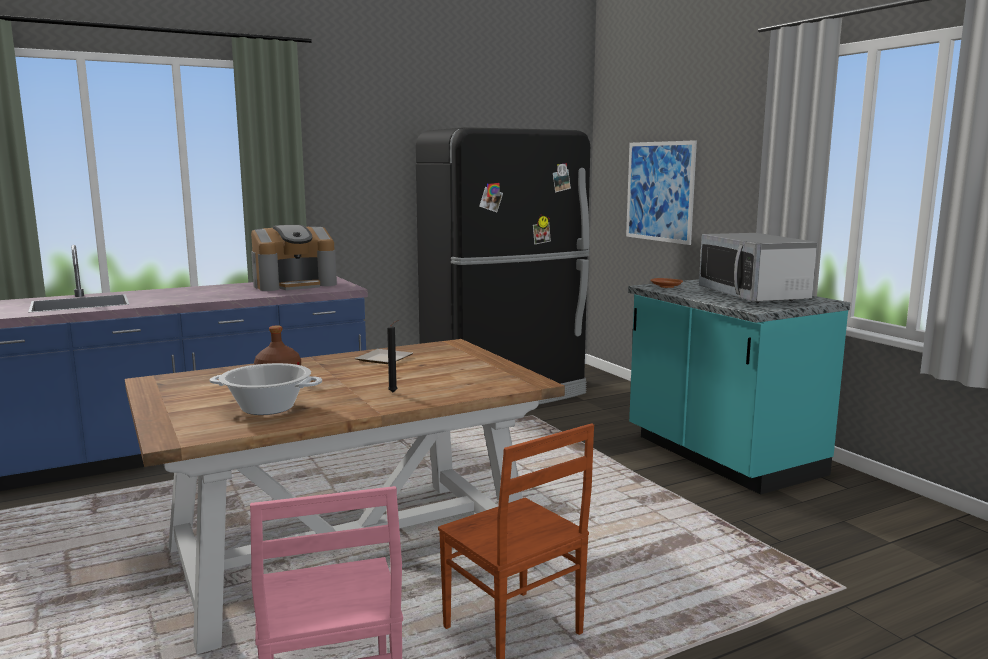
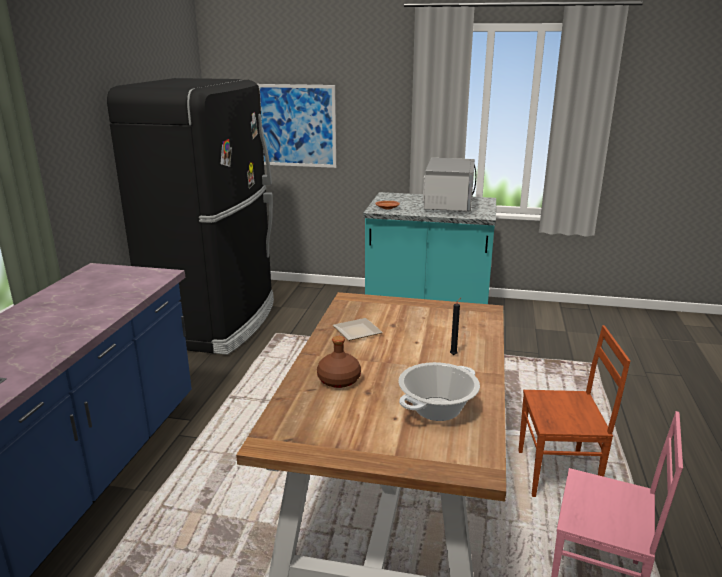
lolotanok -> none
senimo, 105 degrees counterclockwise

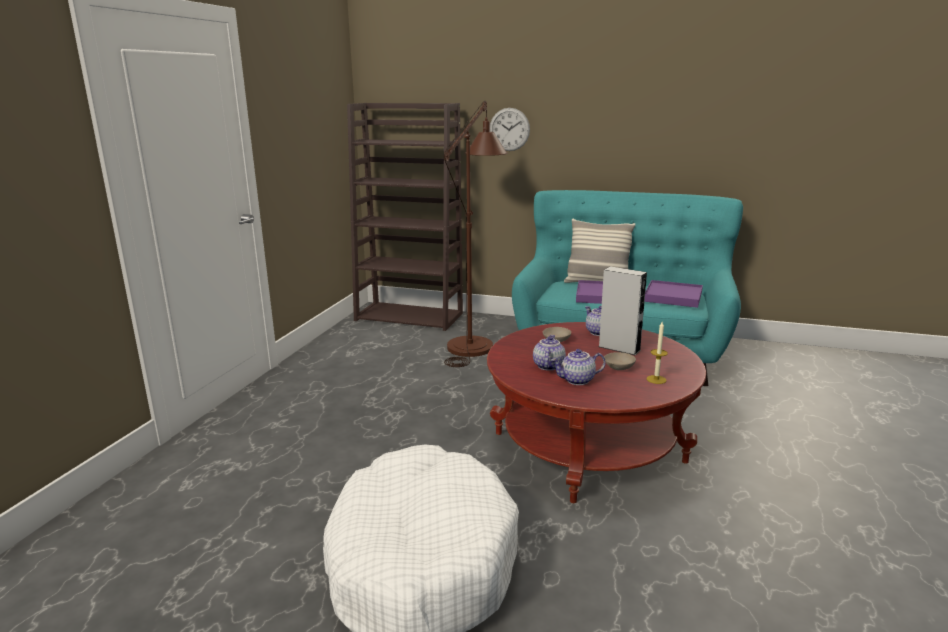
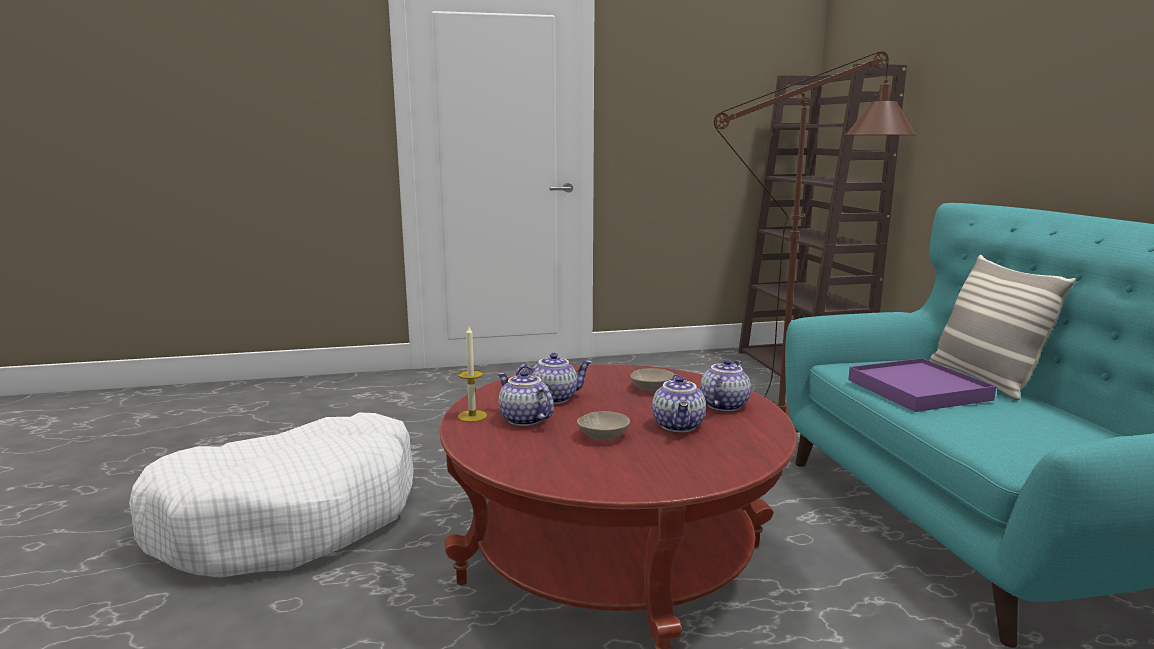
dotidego -> none
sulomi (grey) -> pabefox (no. 3 from left)
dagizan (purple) (no. 2 from left) -> none
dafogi, relocated

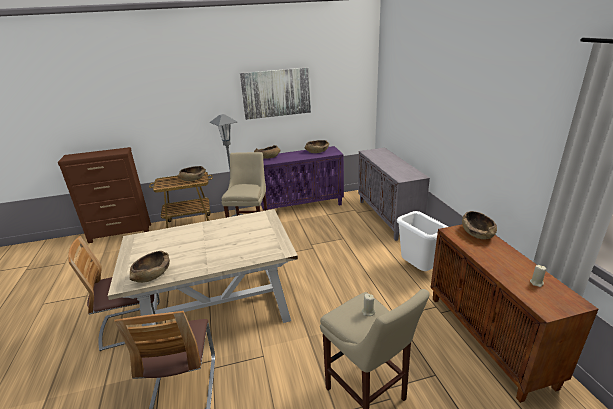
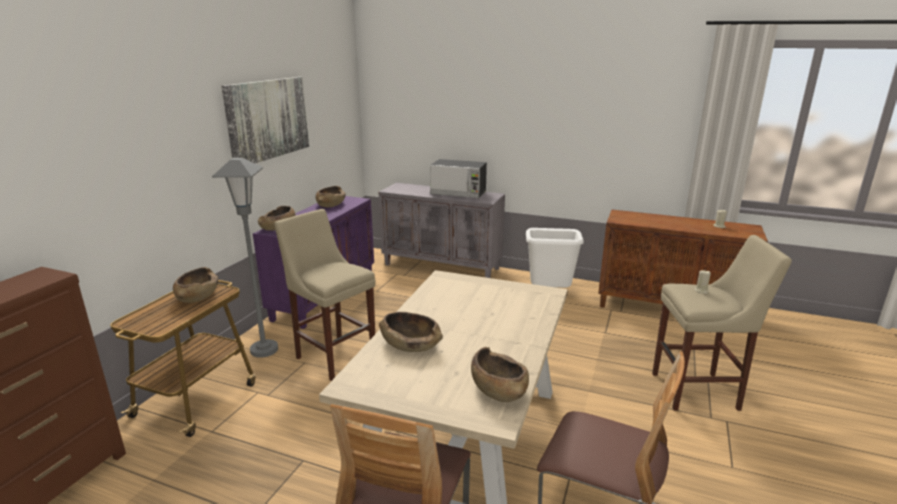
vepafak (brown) (no. 5 from left in the first image) -> vepafak (brown) (no. 4 from left), relocated
none -> senimo

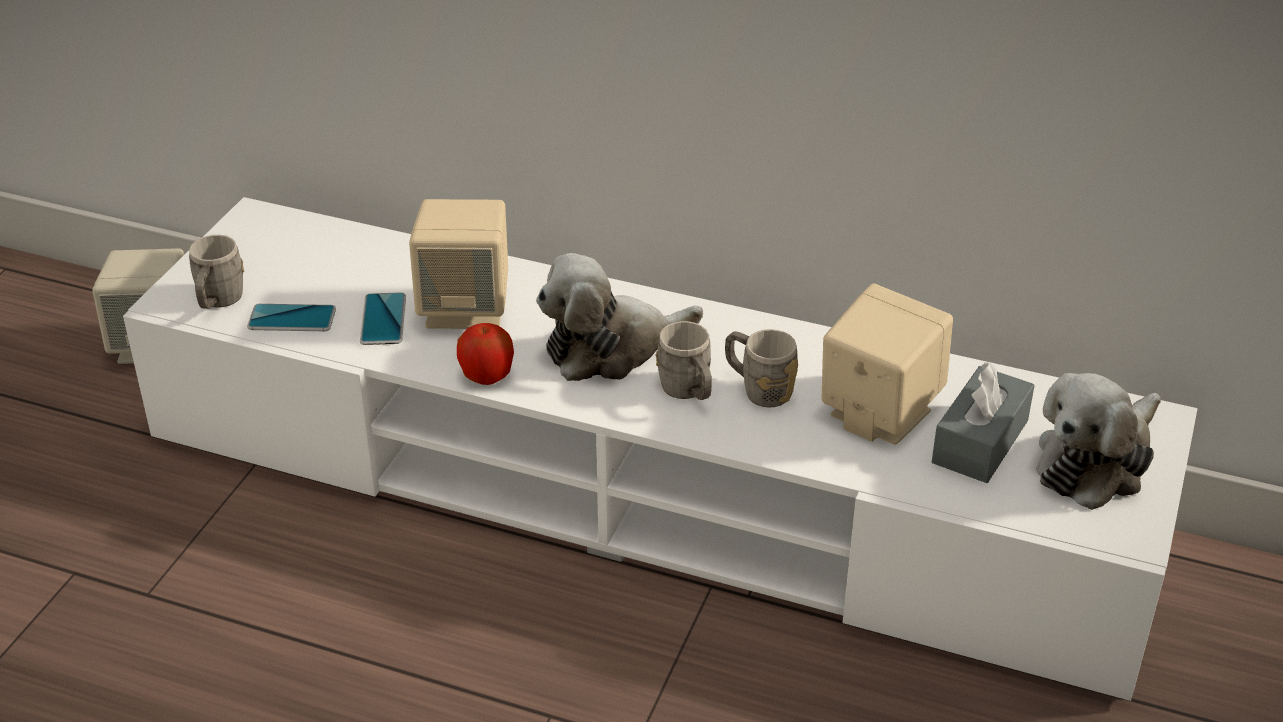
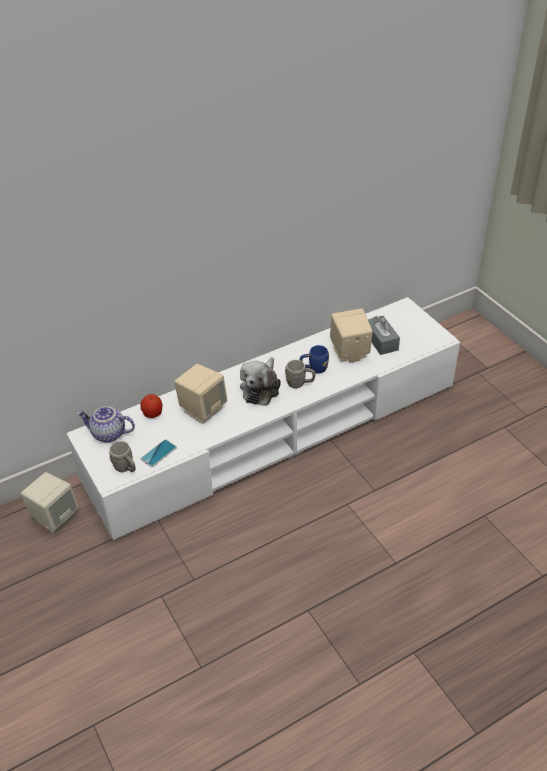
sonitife (no. 2 from left) -> none
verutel, relocated
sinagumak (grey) (no. 3 from left) -> sinagumak (blue)
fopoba (no. 2 from left) -> none
none -> pabefox

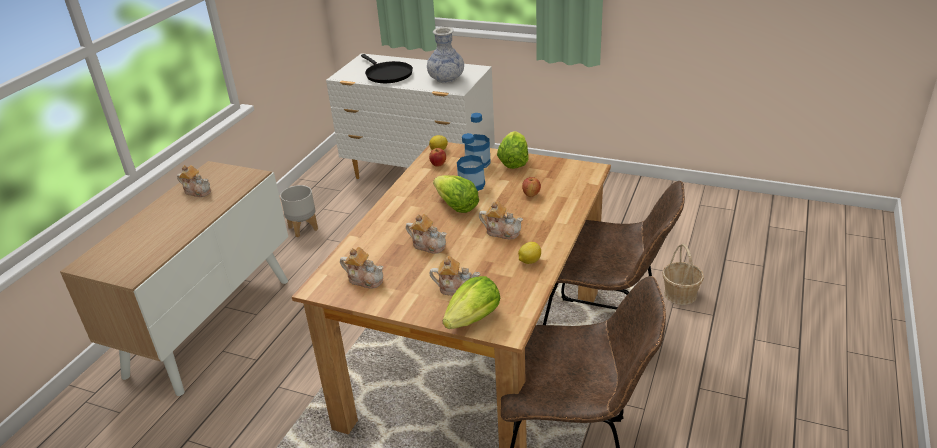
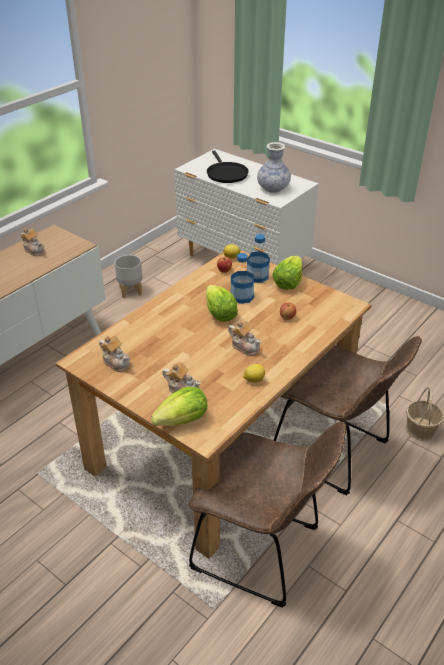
pabefox (no. 3 from left) -> none

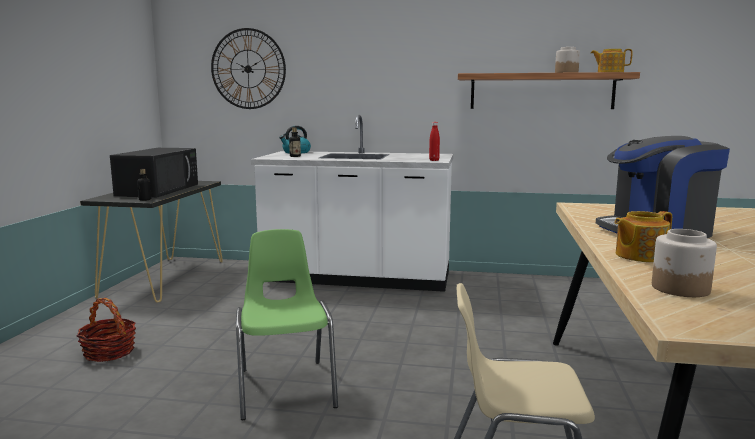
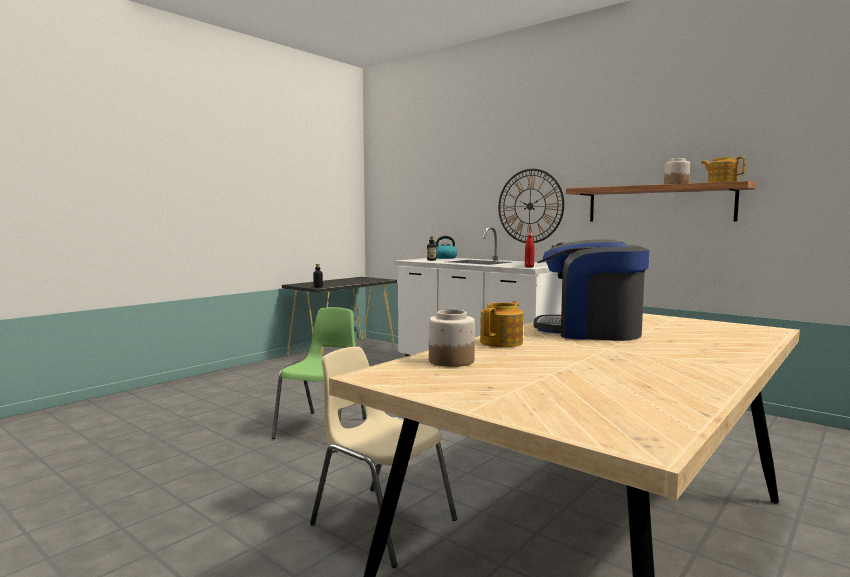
dotidego, relocated
senimo (black) -> none
pabefox (no. 2 from left in the first image) -> pabefox (no. 1 from left), 120 degrees clockwise
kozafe -> none

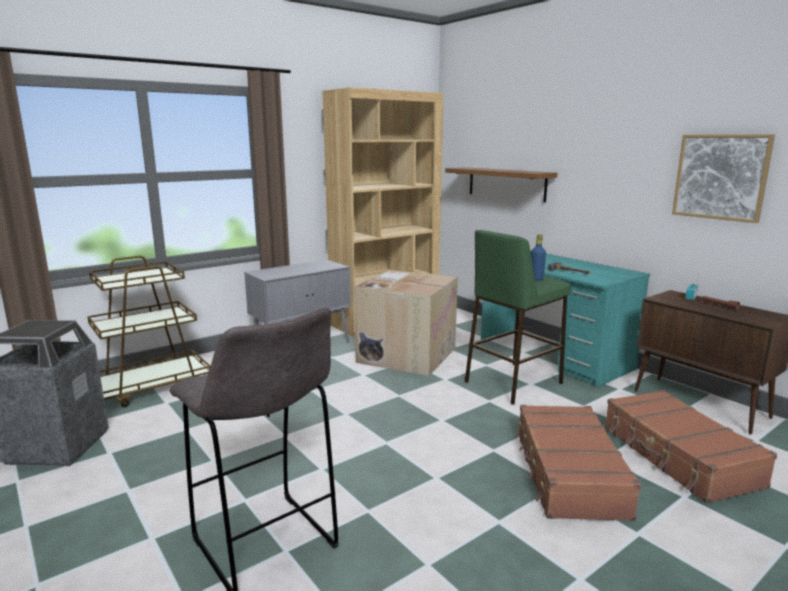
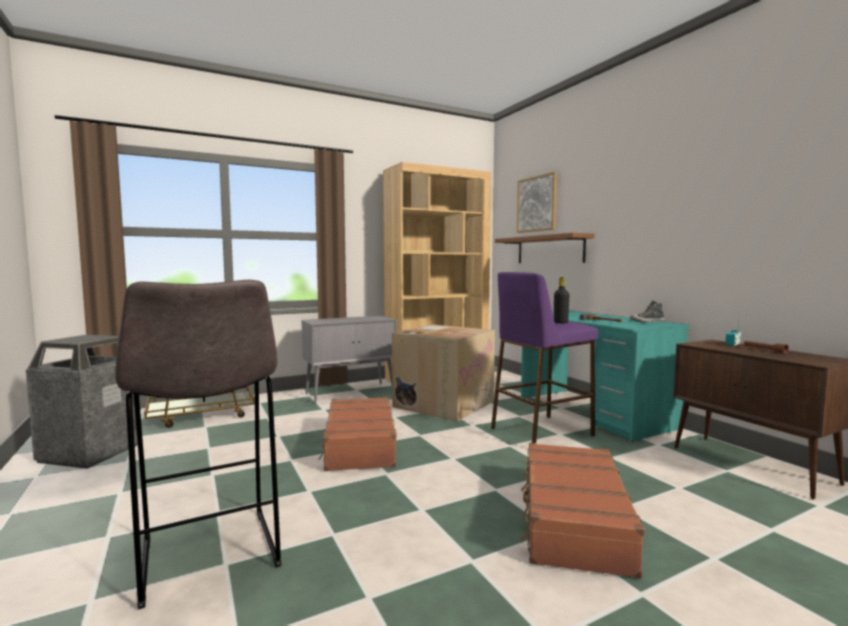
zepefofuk, relocated
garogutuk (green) -> garogutuk (purple)
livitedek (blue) -> livitedek (black)
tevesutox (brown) (no. 2 from left in the first image) -> tevesutox (brown) (no. 1 from left), relocated
none -> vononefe

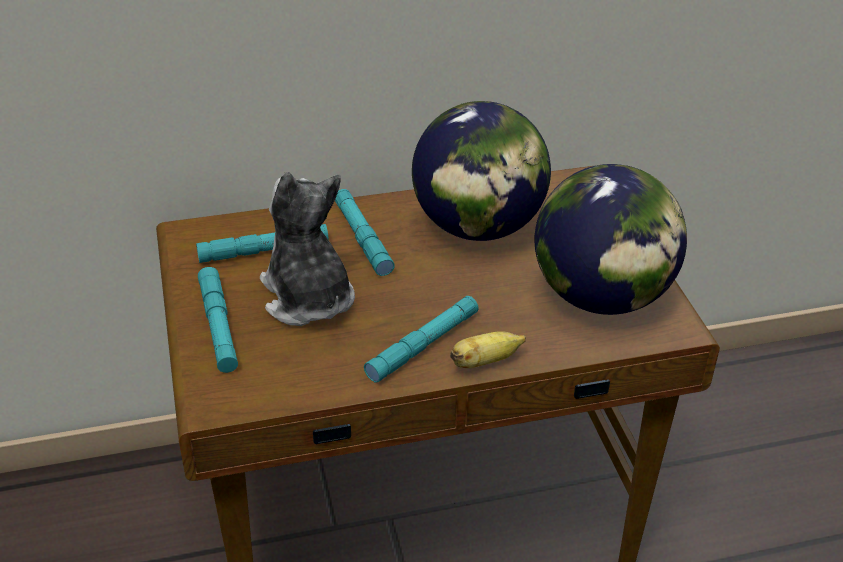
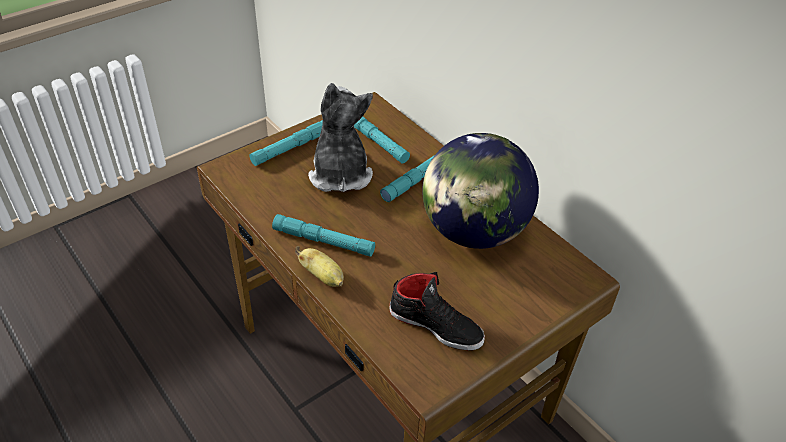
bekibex (no. 2 from left) -> vononefe (black)
fopoba, 45 degrees counterclockwise

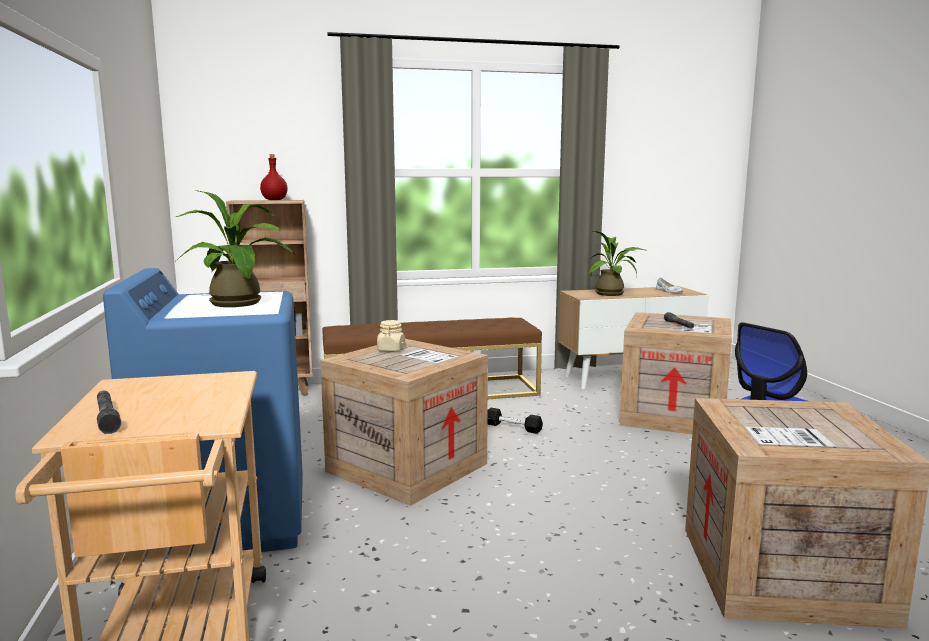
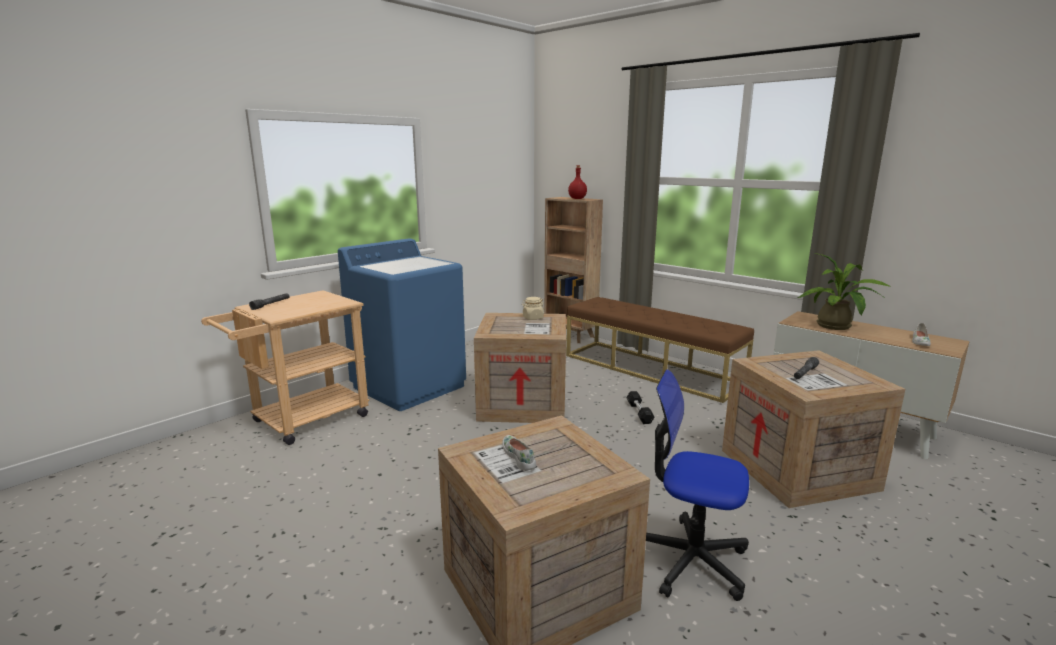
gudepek (no. 1 from left) -> none
none -> vononefe (white) (no. 1 from left)

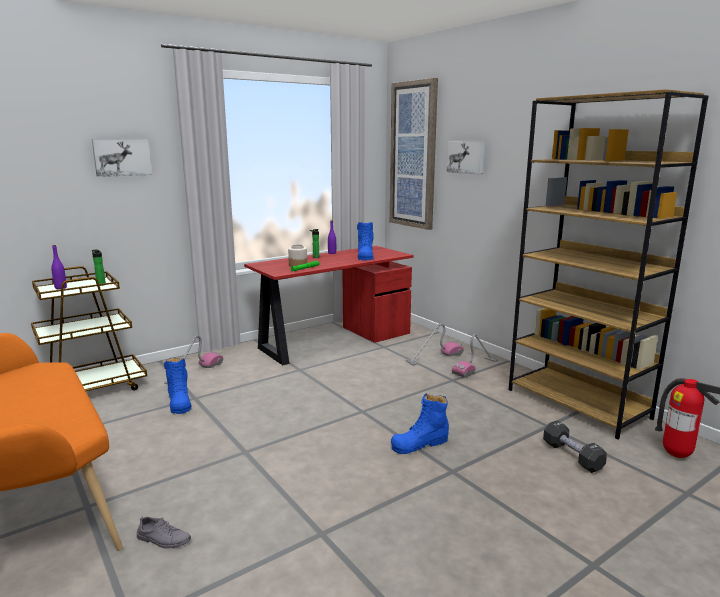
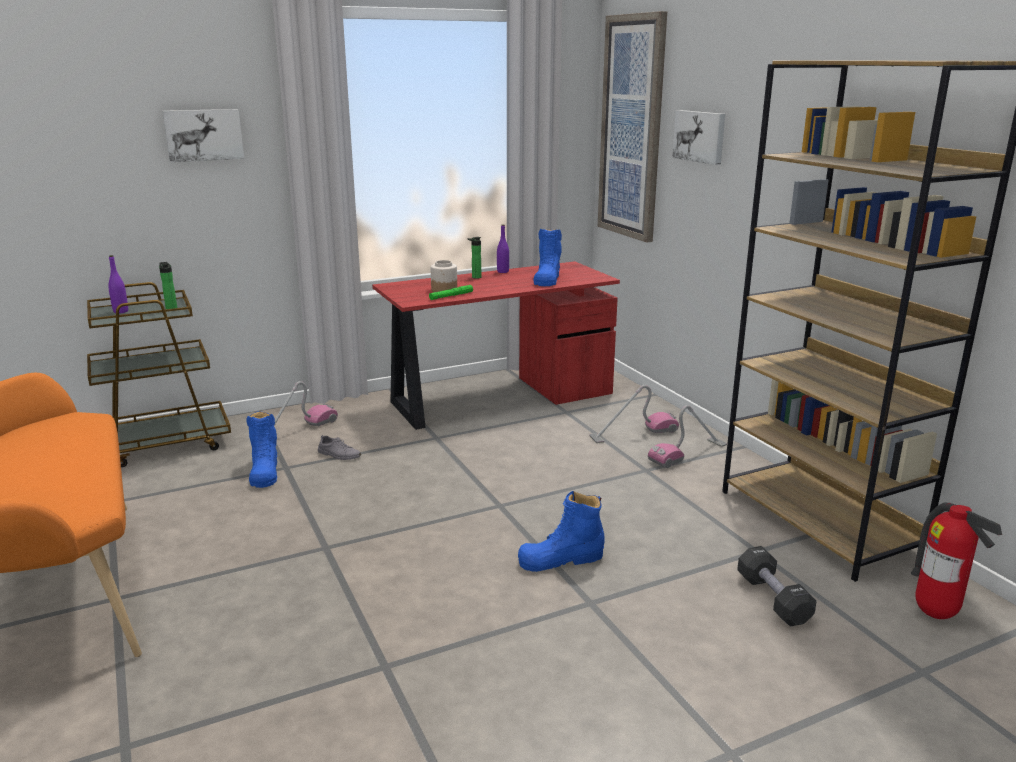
vononefe (grey), relocated

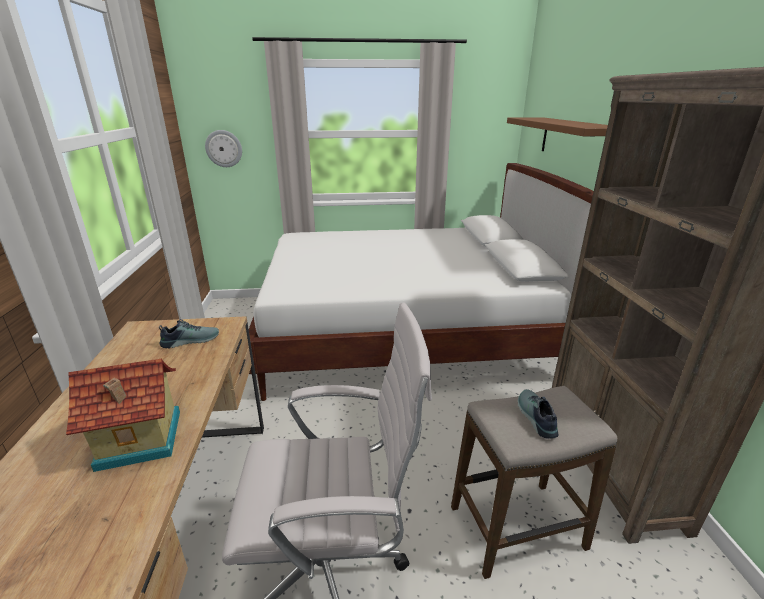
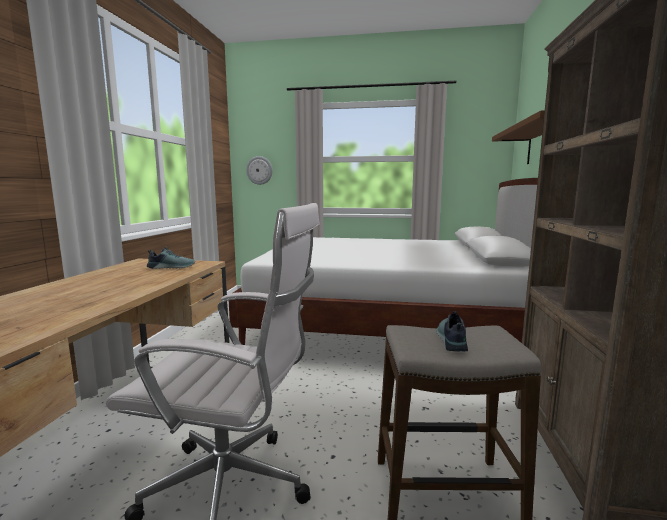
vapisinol -> none

